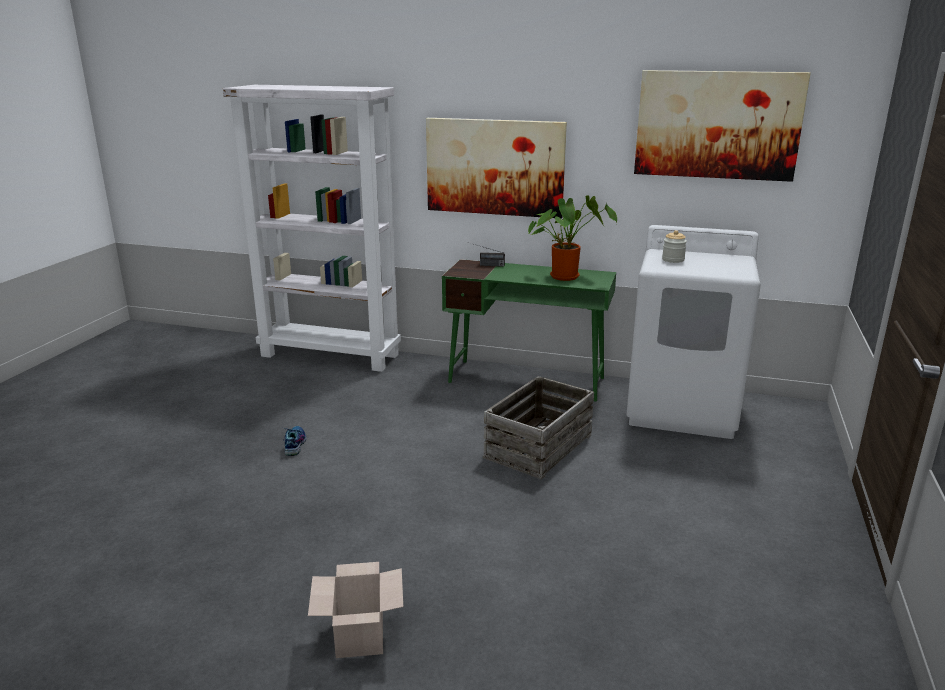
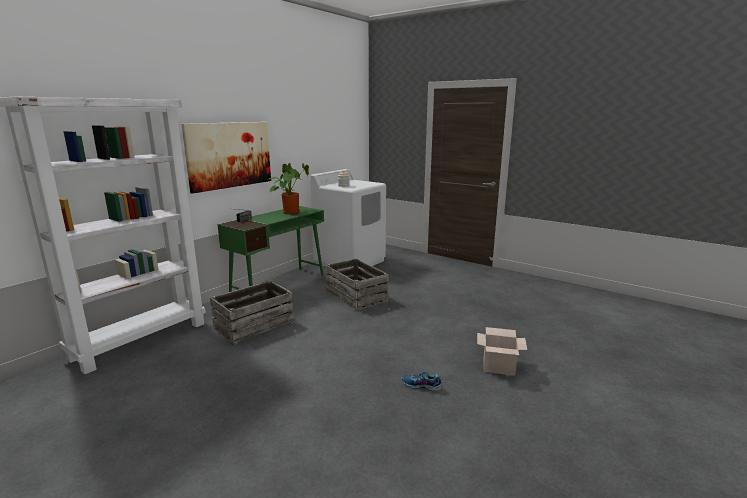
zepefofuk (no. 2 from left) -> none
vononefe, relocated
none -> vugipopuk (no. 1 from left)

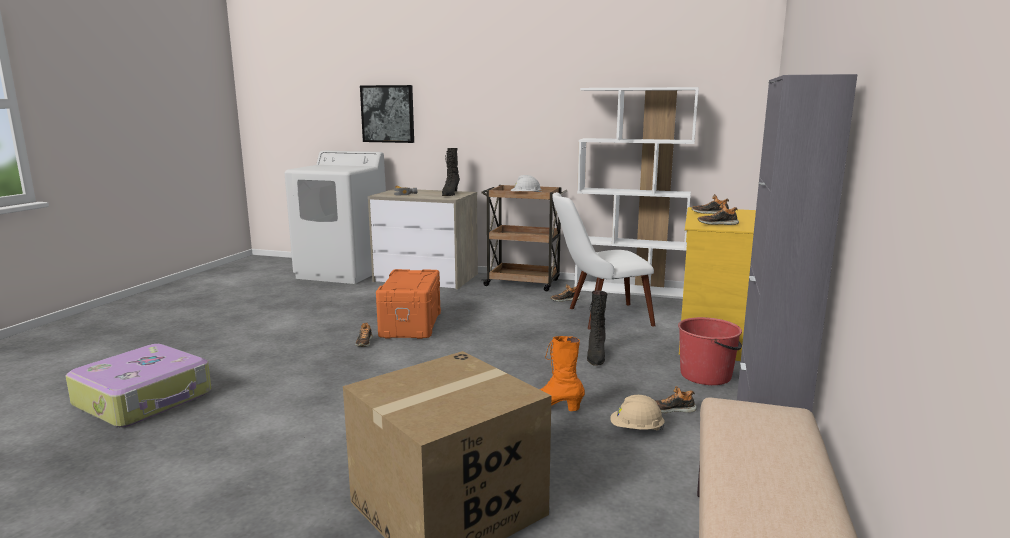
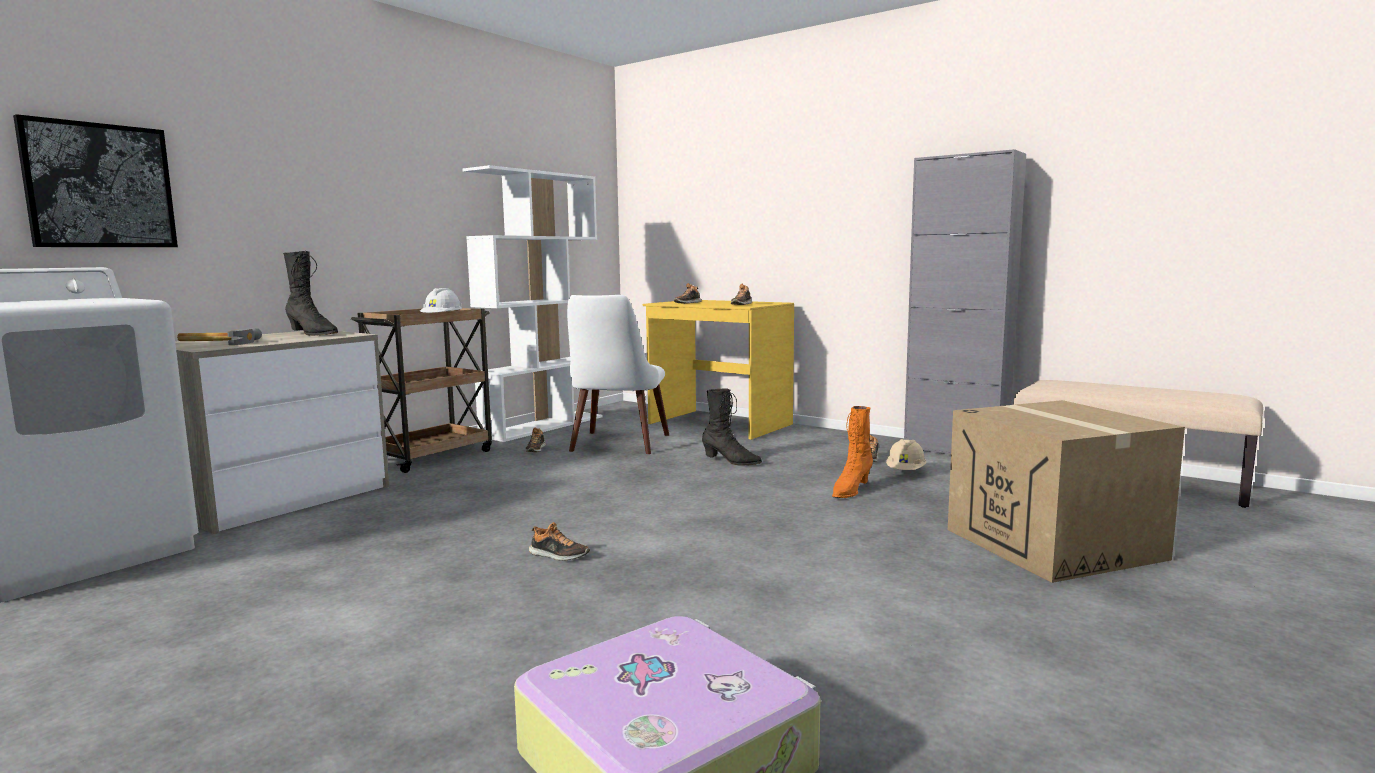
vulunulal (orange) -> none
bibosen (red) -> none

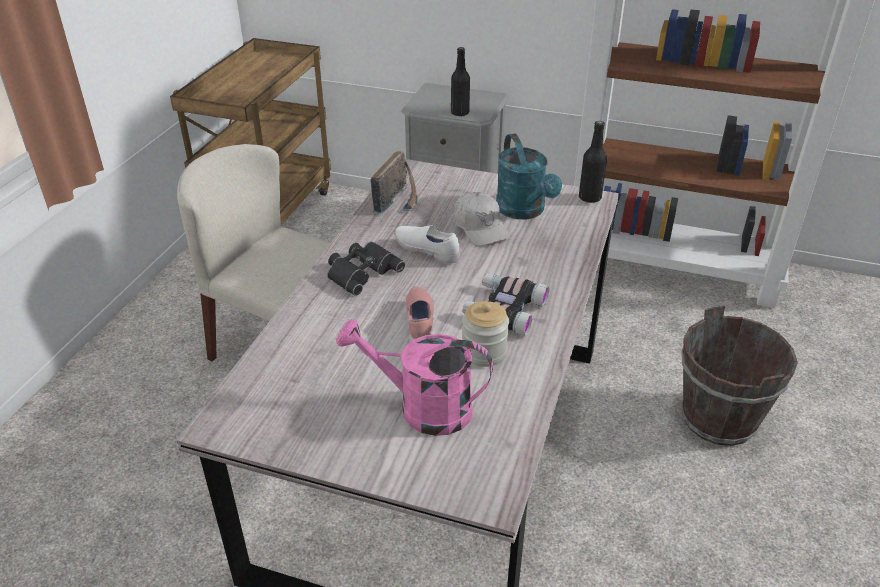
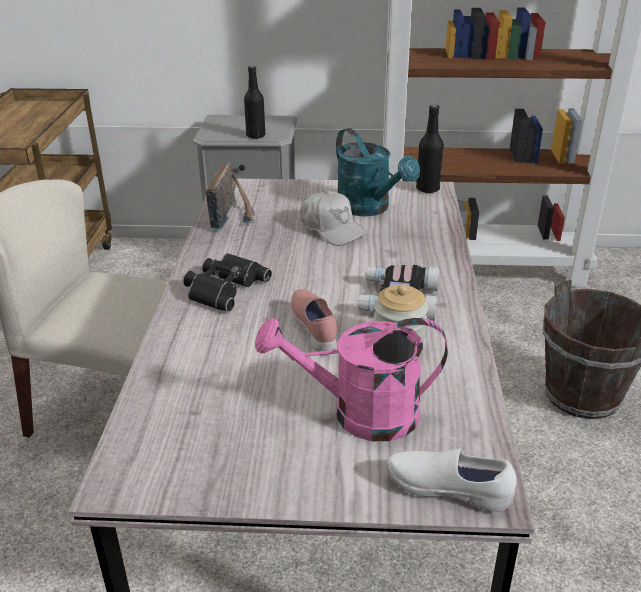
vononefe (white), relocated

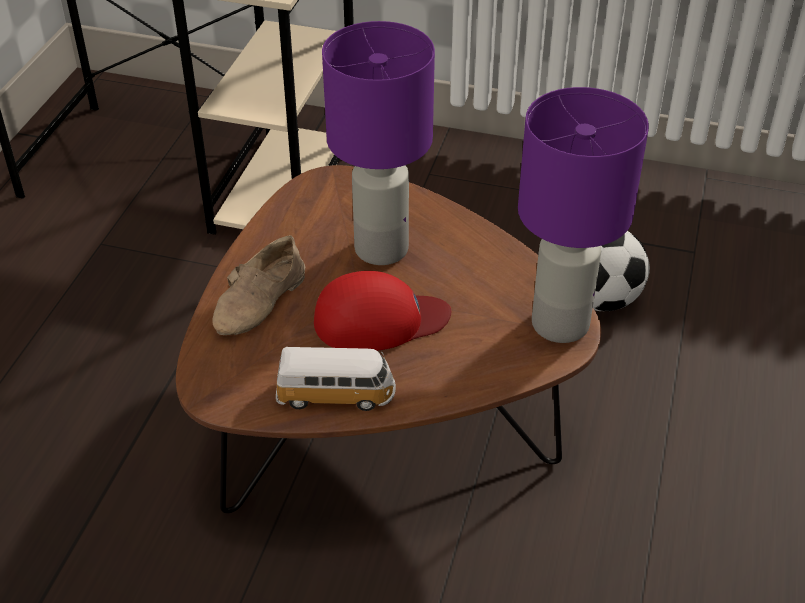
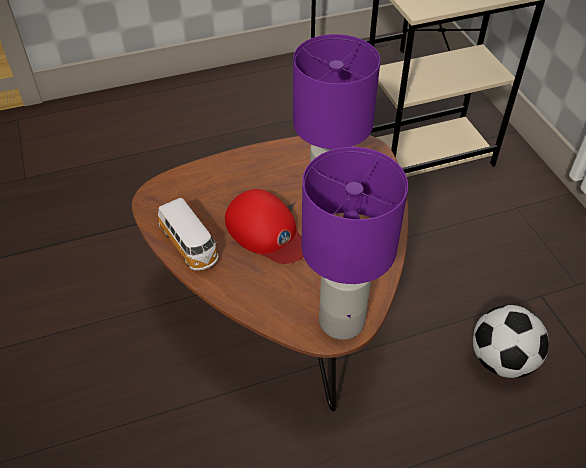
vononefe (beige) -> none

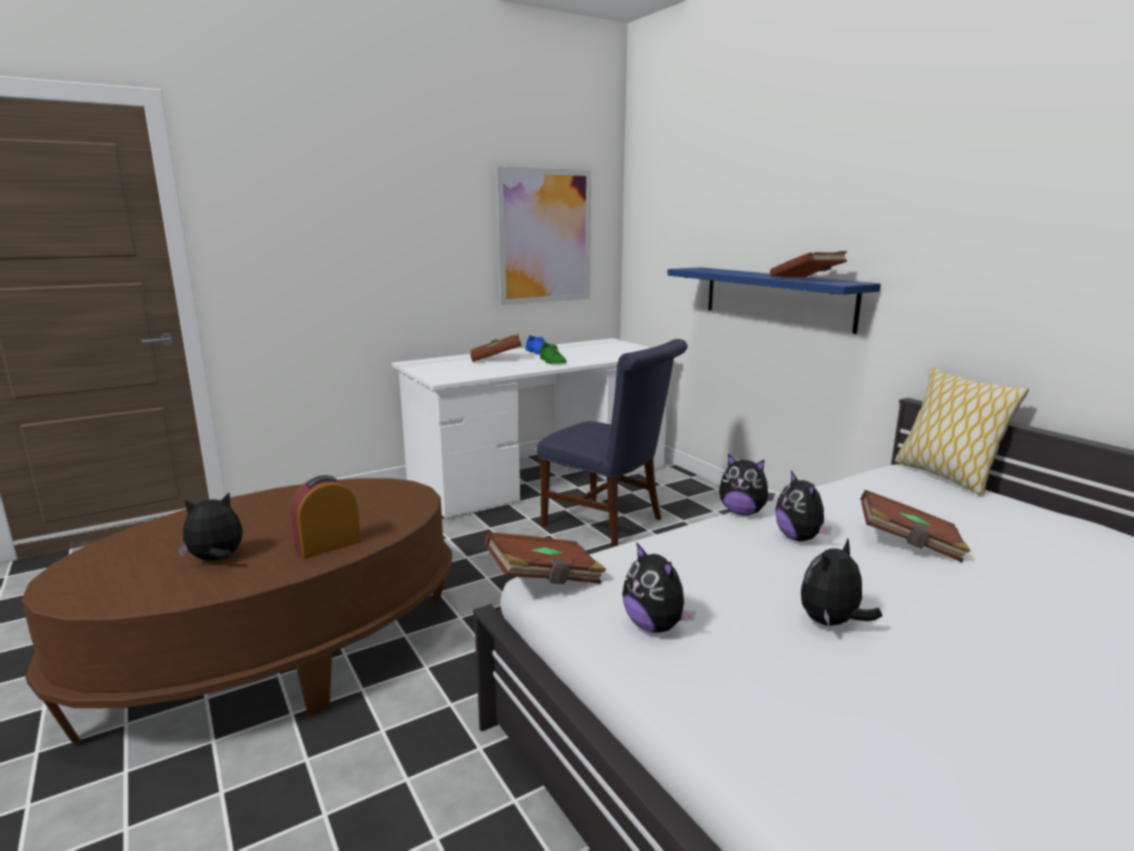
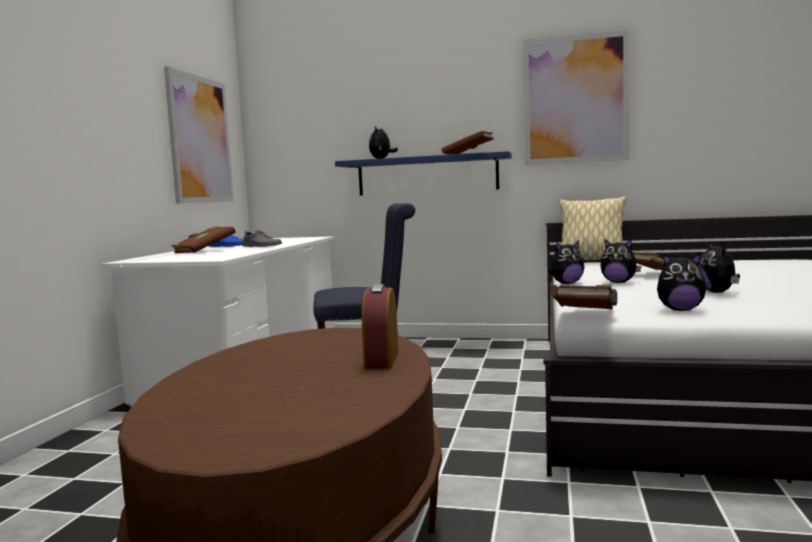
vononefe (green) -> vononefe (grey)
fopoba (no. 1 from left), relocated
none -> zepefofuk (no. 2 from left)

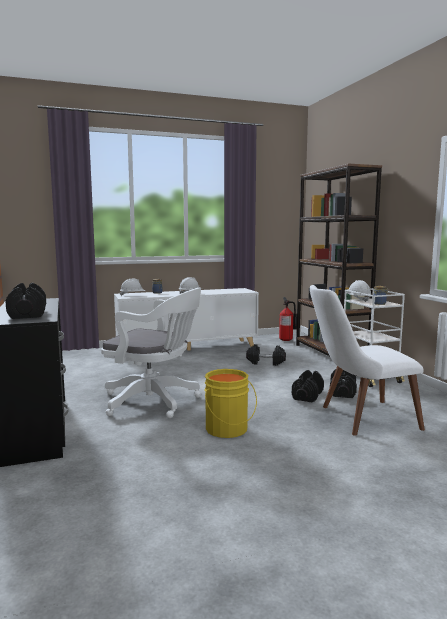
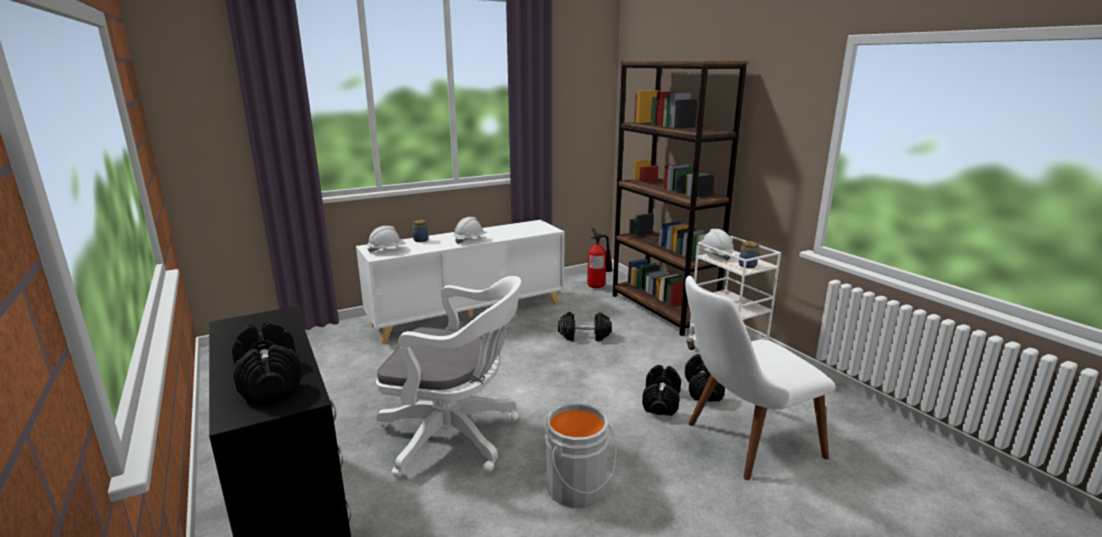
bibosen (yellow) -> bibosen (grey)

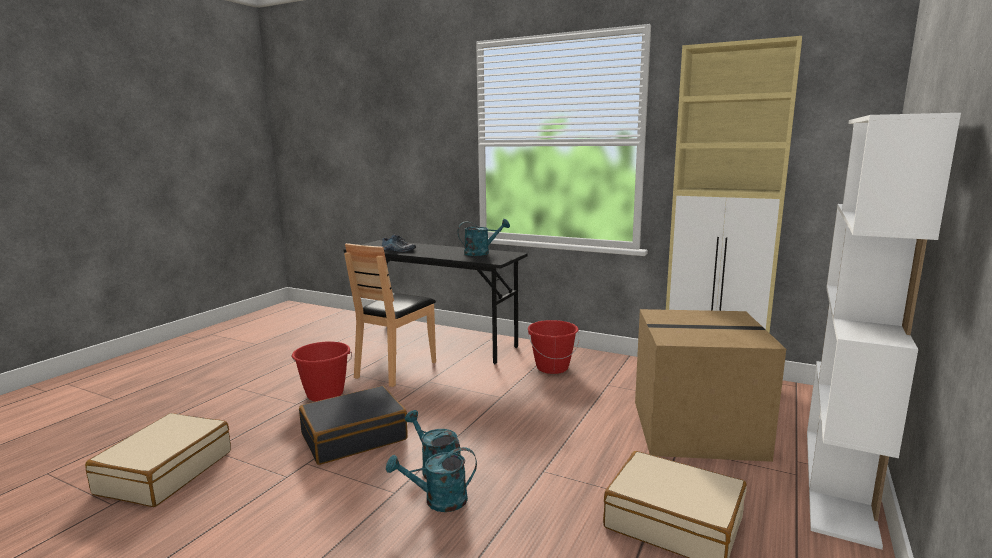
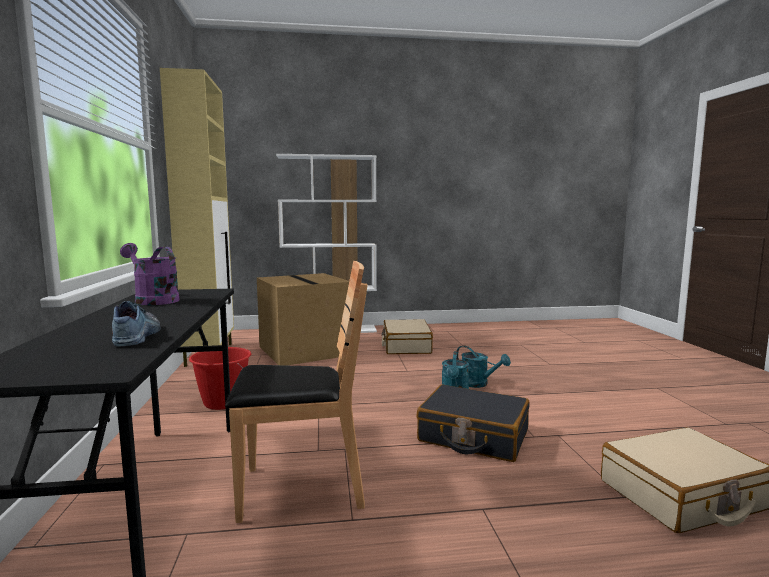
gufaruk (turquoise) (no. 3 from left) -> gufaruk (purple)
bibosen (red) (no. 1 from left) -> none

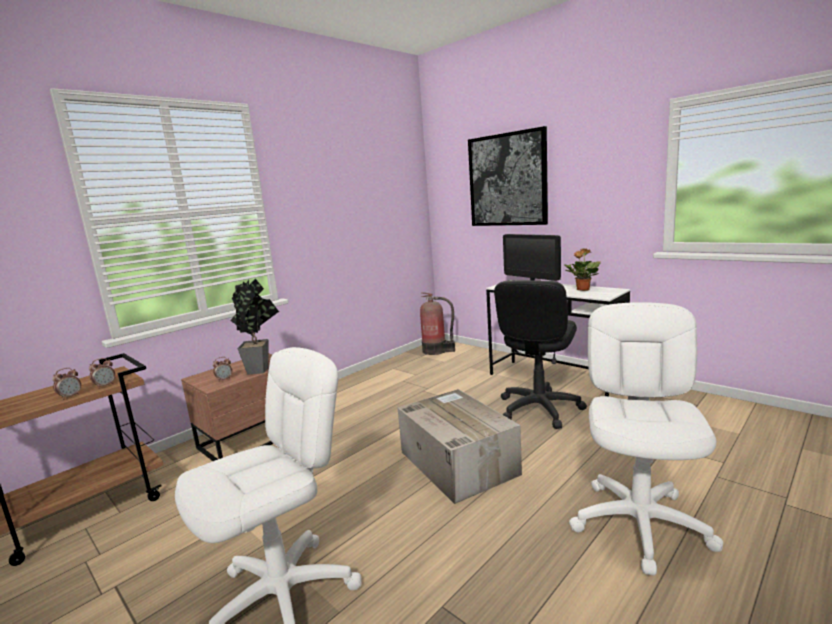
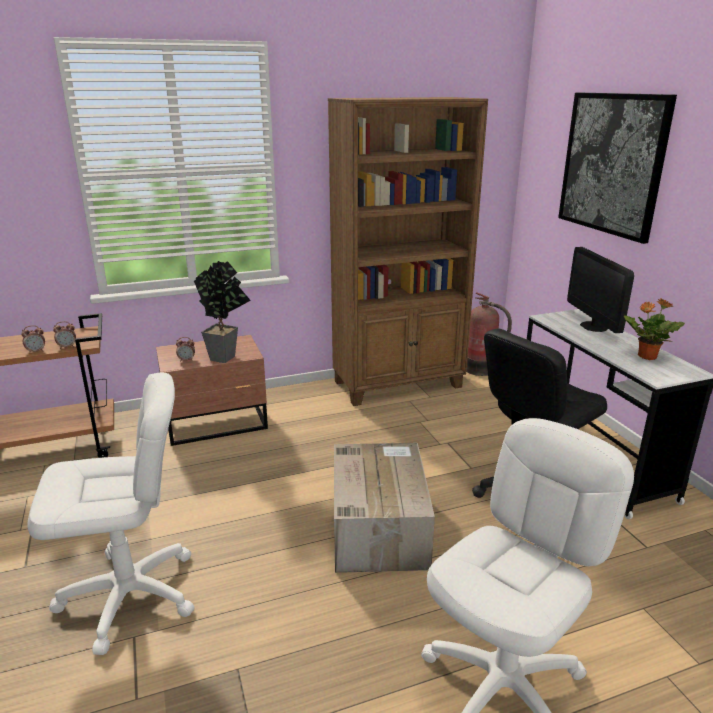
none -> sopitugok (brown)

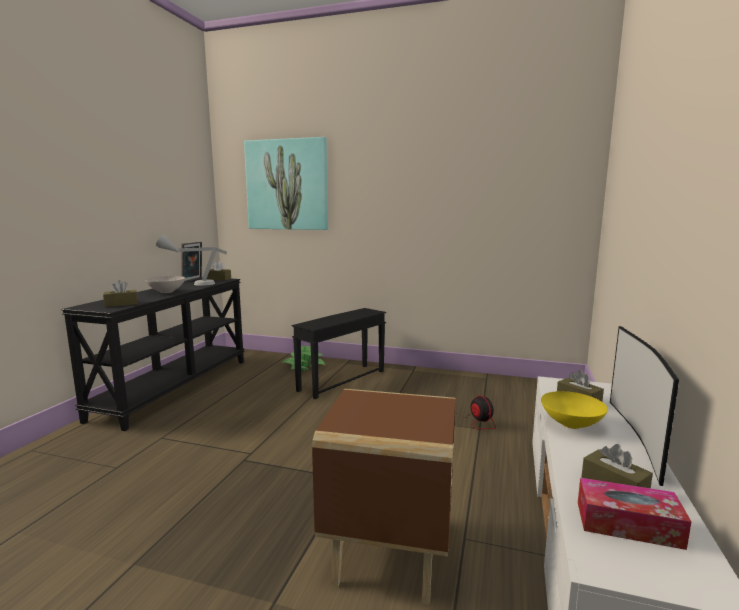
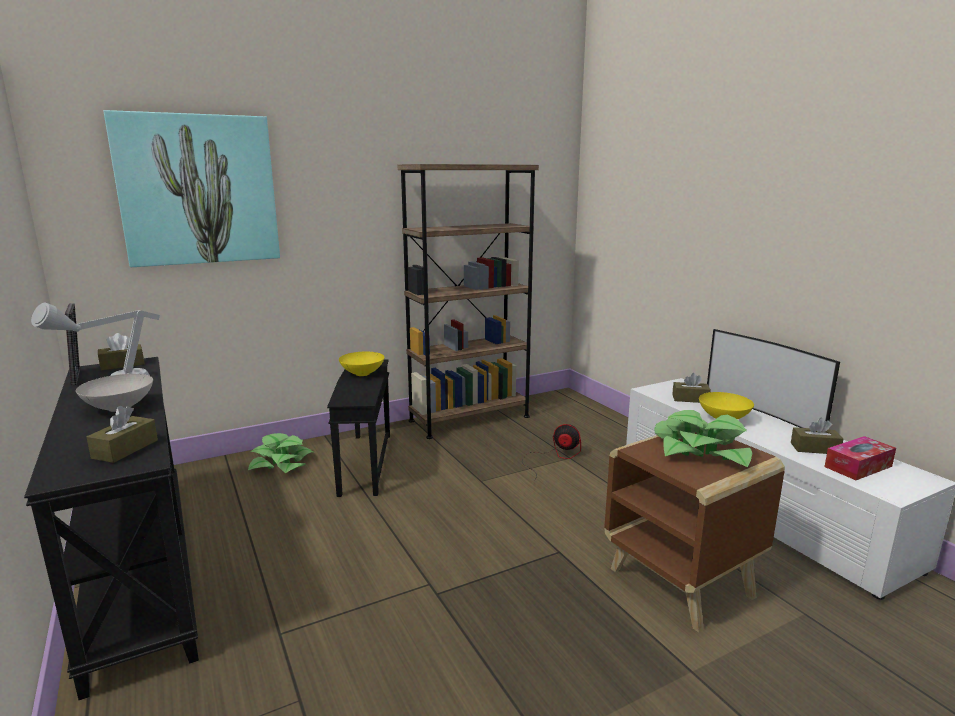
none -> sopitugok (brown)
none -> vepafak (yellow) (no. 1 from left)
none -> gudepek (no. 2 from left)

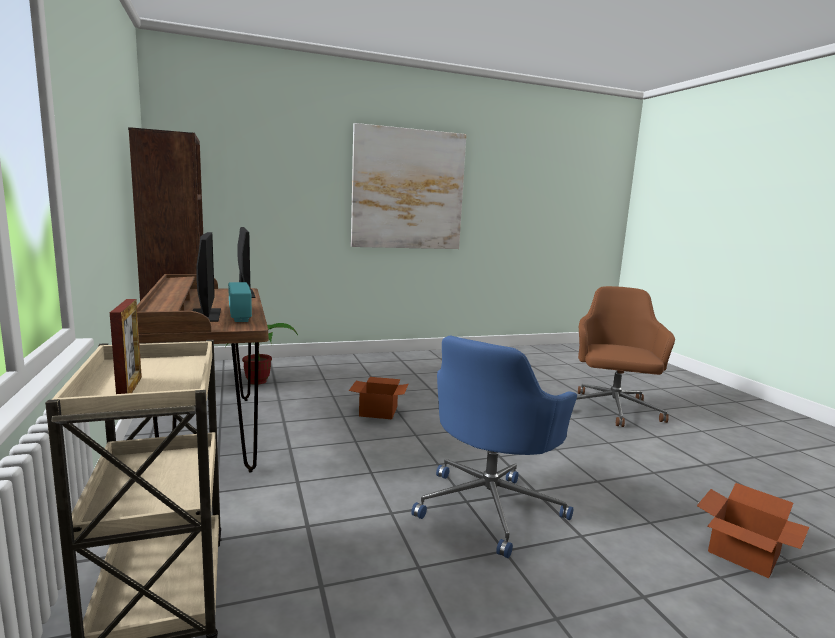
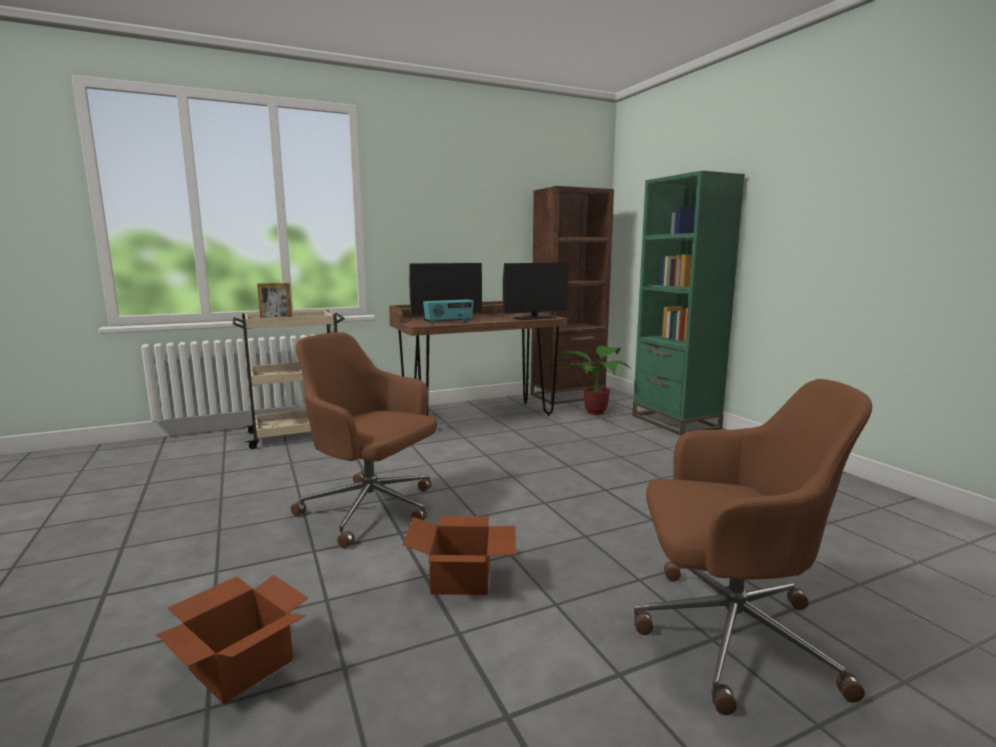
zepefofuk -> none
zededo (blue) -> zededo (brown) (no. 1 from left)
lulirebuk (no. 1 from left in the first image) -> lulirebuk (no. 2 from left), relocated
none -> sopitugok (green)

